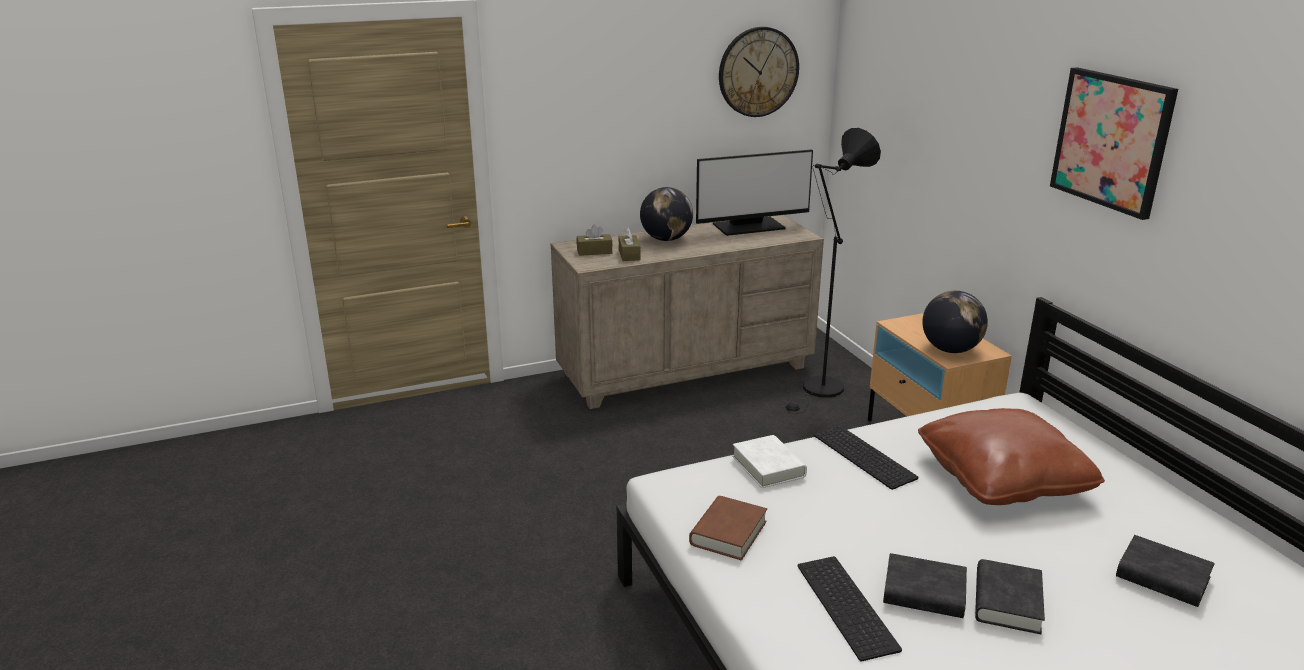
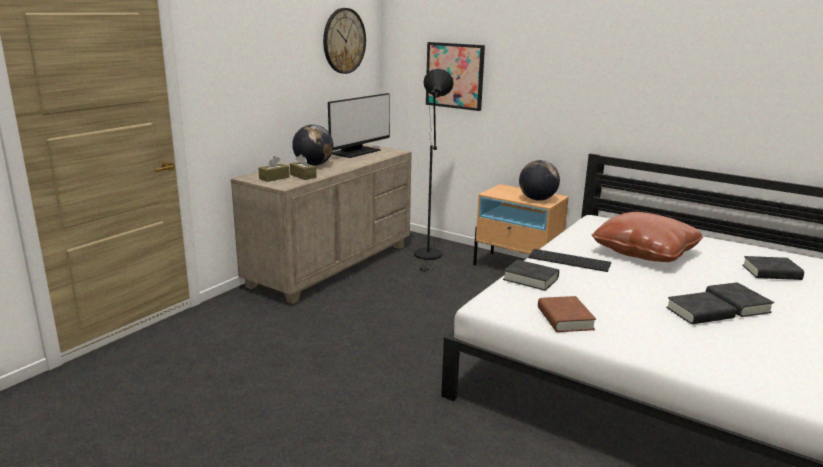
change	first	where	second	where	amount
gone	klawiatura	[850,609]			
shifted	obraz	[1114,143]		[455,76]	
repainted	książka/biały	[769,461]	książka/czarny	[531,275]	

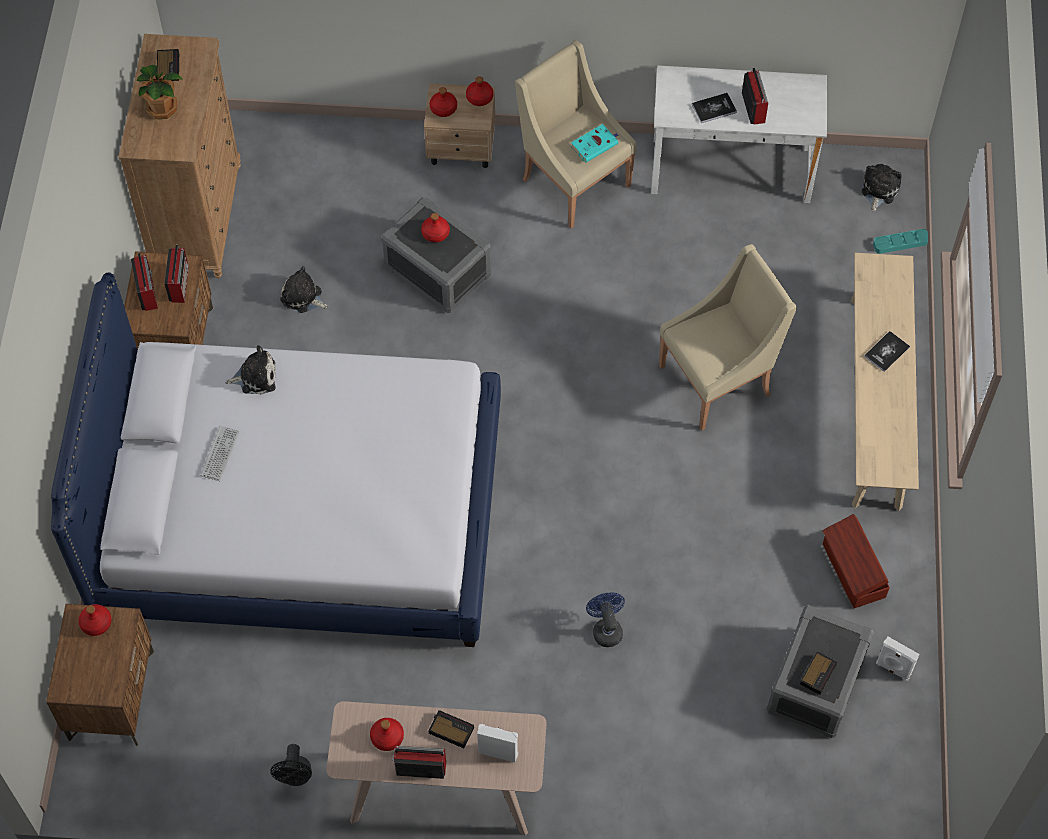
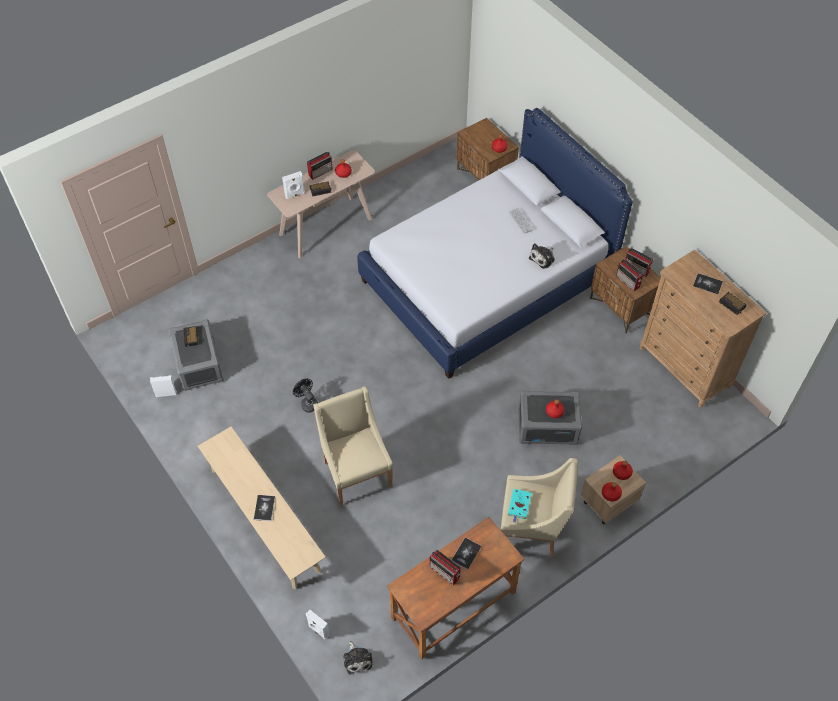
change	first	where	second	where	amount
gone	pluszak	[304,289]			
gone	wentylator/niebieski	[605,620]			
gone	pojemnik do przechowywania/brązowy	[856,561]			
shifted	wentylator/czarny	[291,765]		[305,395]	
swapped	roślina doniczkowa	[159,92]	książka	[708,283]	
swapped	taca/turkusowy	[900,241]	głośnik/biały	[318,625]	
repainted	biurko/biały	[739,134]	biurko/brązowy	[456,588]	
rotated	fotel/beżowy	[728,337]		[353,446]	135 degrees clockwise

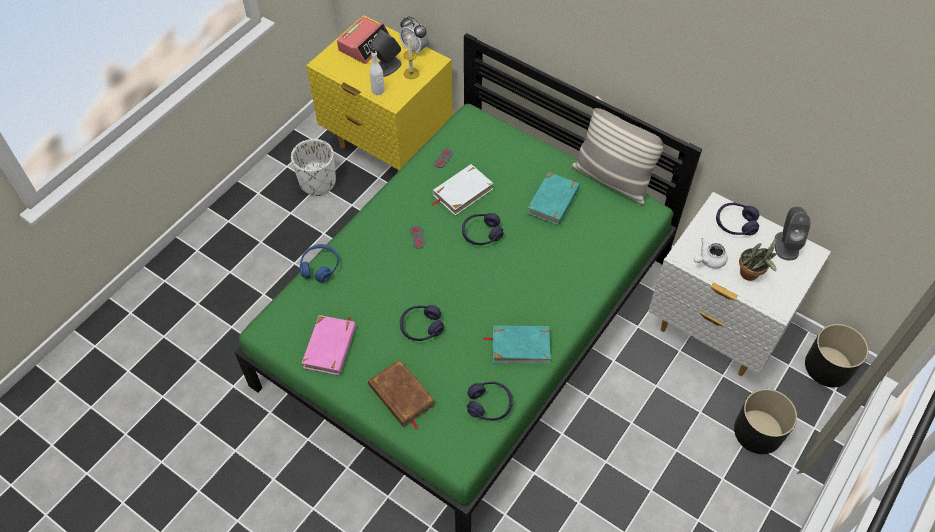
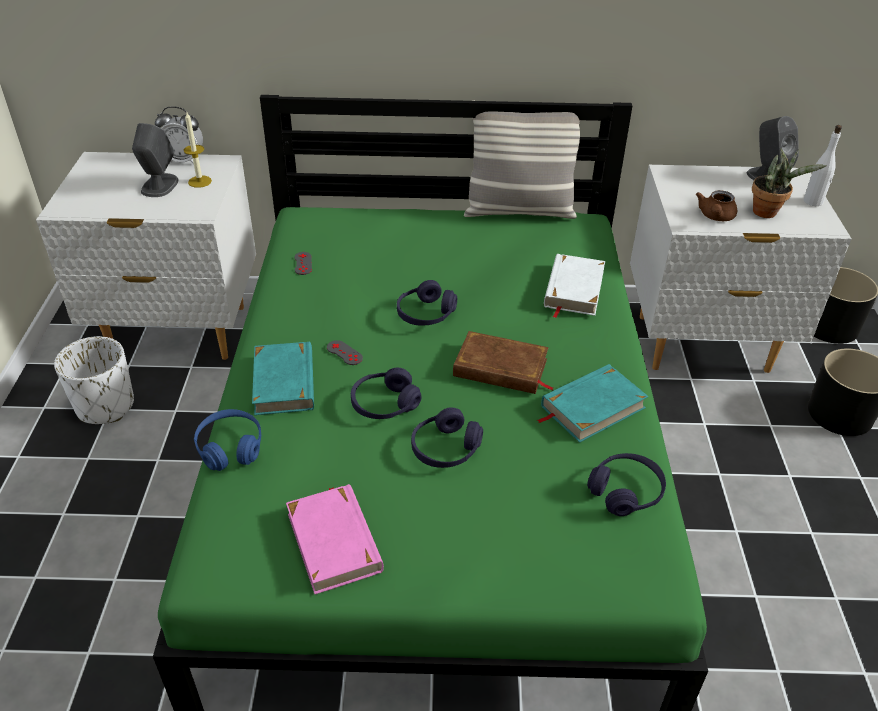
change	first	where	second	where	amount
gone	budzik	[363,40]			
shifted	książka/brązowy	[401,394]		[503,362]	
shifted	butelka/biały	[377,71]		[823,165]	
shifted	książka/biały	[462,189]		[574,286]	
shifted	książka/turkusowy	[553,198]		[283,378]	
shifted	słuchawki/fioletowy	[737,219]		[386,393]	
repainted	szafka nocna/żółty	[379,93]	szafka nocna/biały	[146,256]	
repainted	imbryk/biały	[711,253]	imbryk/brązowy	[716,205]	

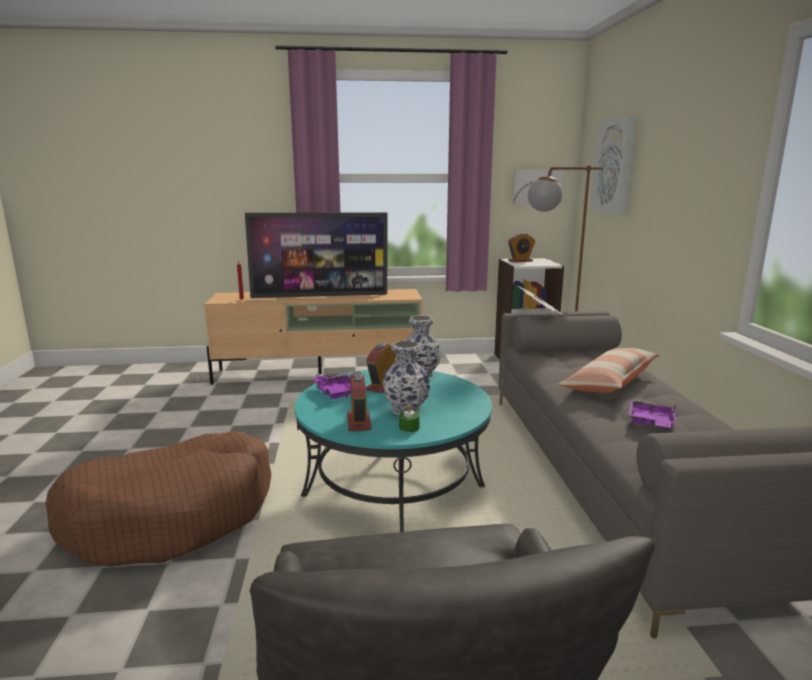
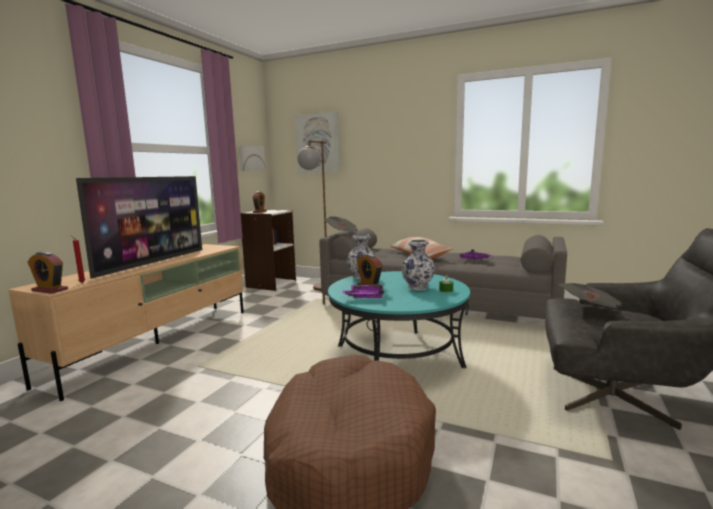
change	first	where	second	where	amount
new			gazeta	[590,295]	
shifted	budzik	[359,401]		[48,272]	

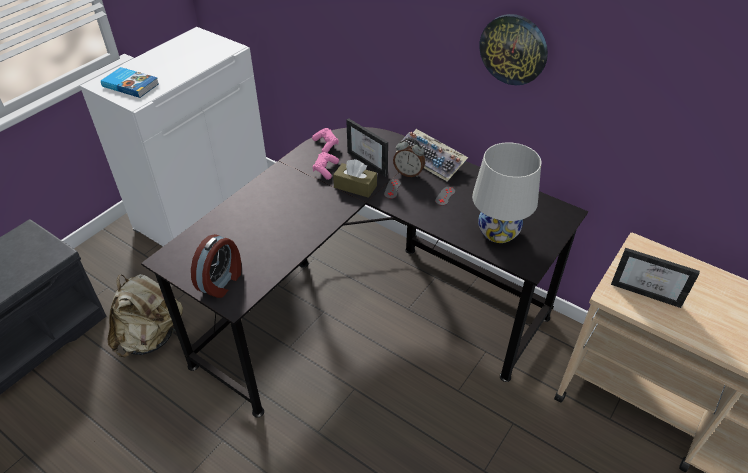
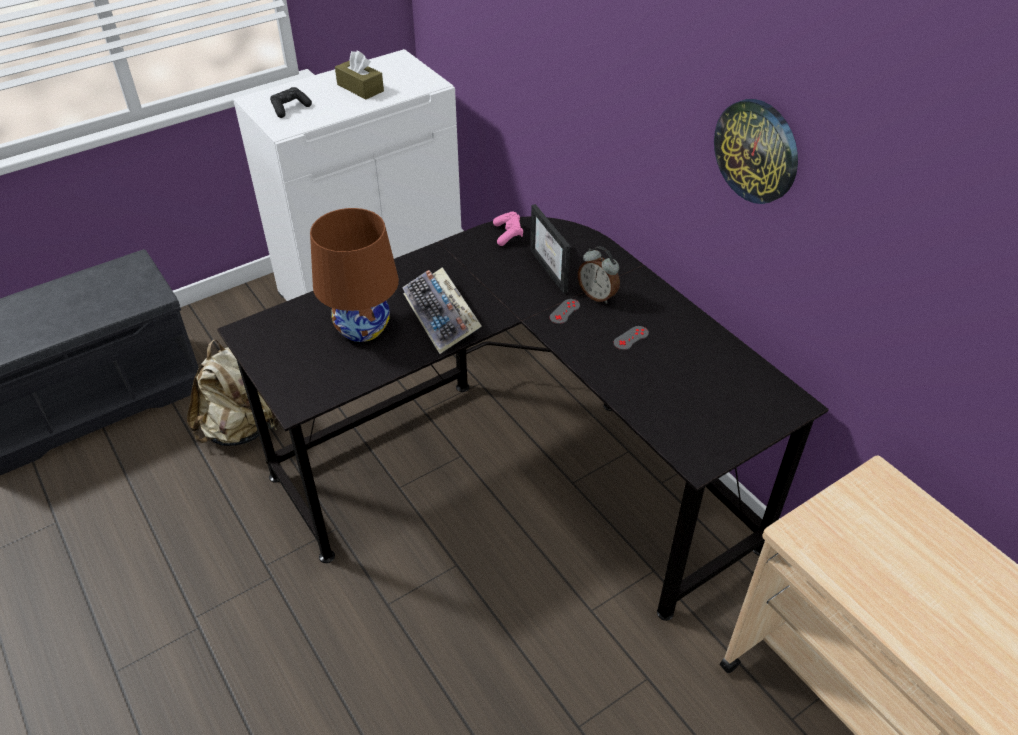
change	first	where	second	where	amount
gone	budzik	[216,266]			
gone	pad do gier/różowy	[325,166]			
gone	lampa stołowa/biały	[506,192]			
gone	ramka na zdjęcie	[655,278]			
new			lampa stołowa/brązowy	[354,275]	
shifted	pudełko chusteczek/brązowy	[355,178]		[359,75]	
shifted	klawiatura	[431,155]		[442,310]	
swapped	książka	[130,82]	pad do gier/czarny	[291,102]	

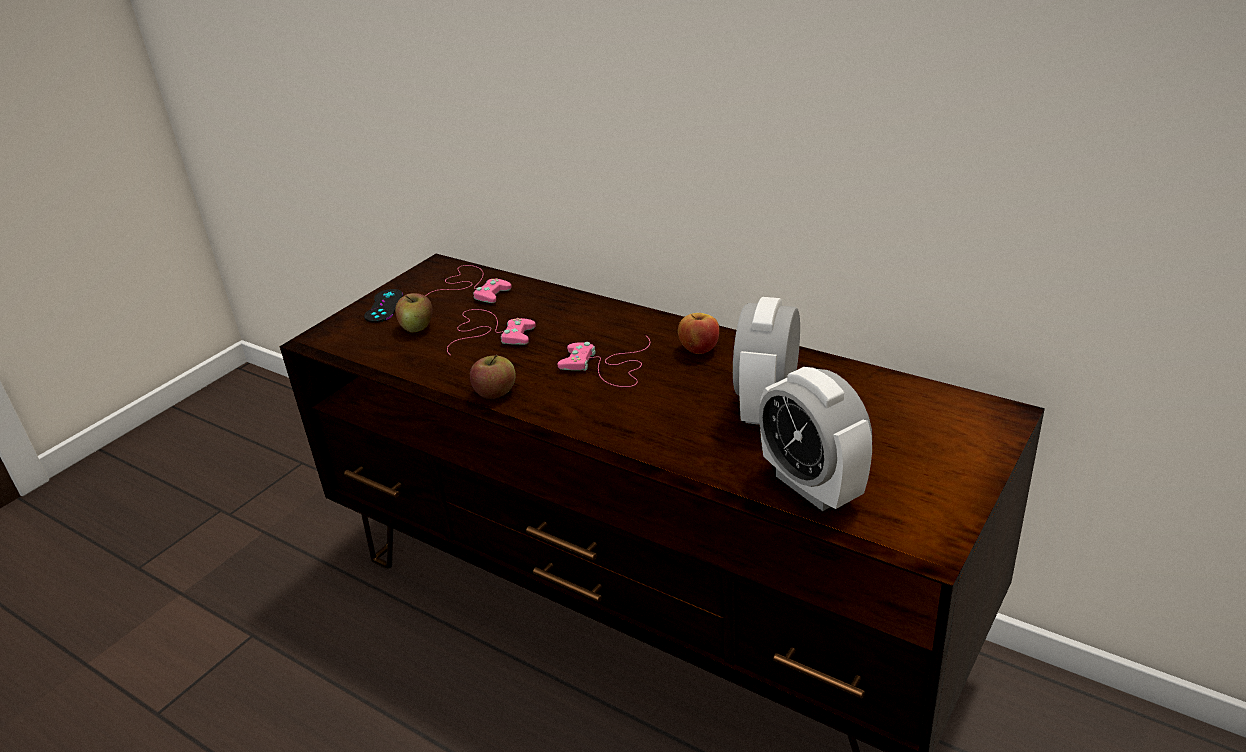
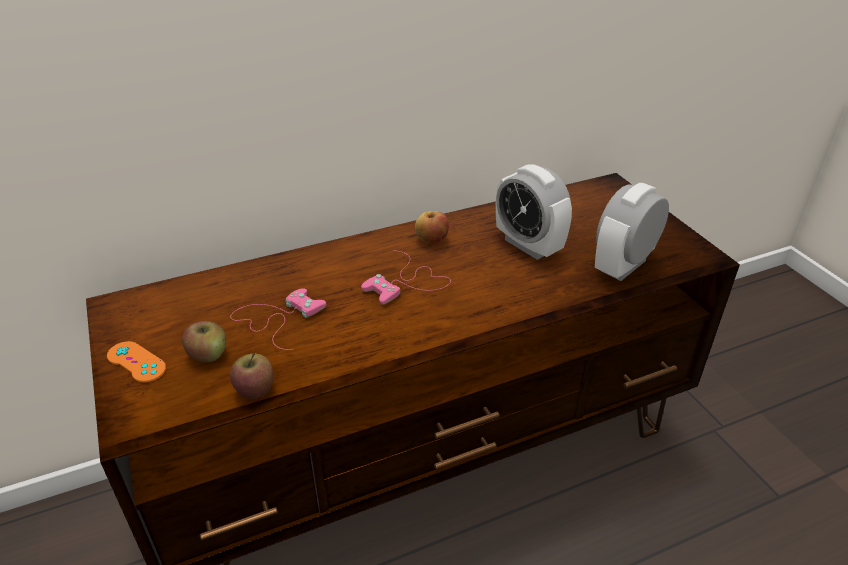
change	first	where	second	where	amount
gone	pad do gier/różowy	[469,284]			
shifted	jabłko	[493,377]		[251,376]	
repainted	pad do gier/czarny	[383,306]	pad do gier/pomarańczowy	[136,361]	
rotated	budzik	[815,439]		[632,232]	135 degrees clockwise

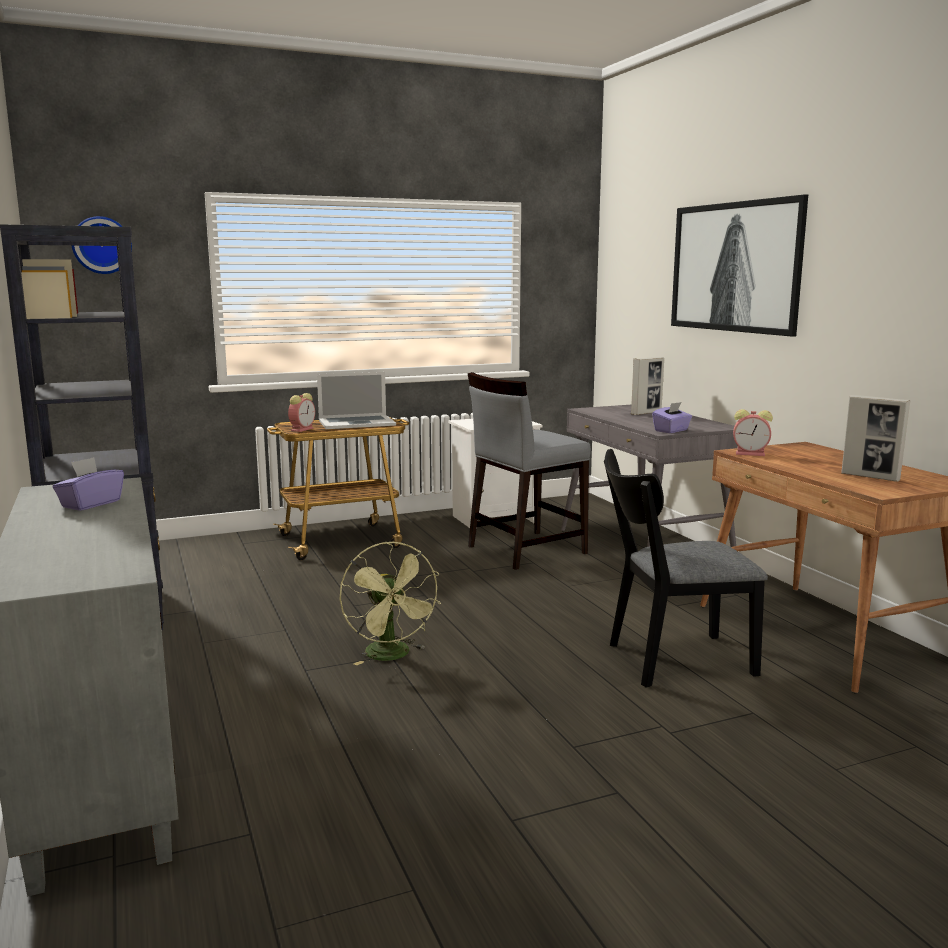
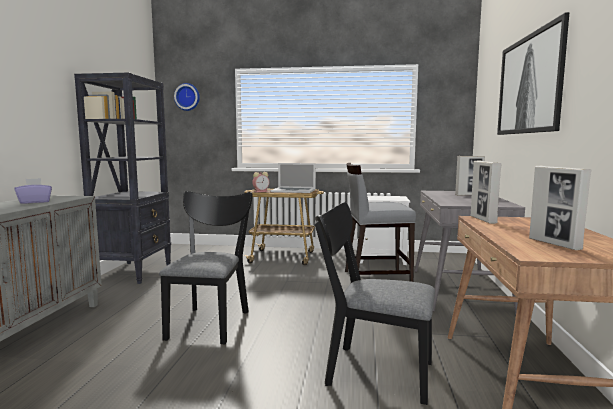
change	first	where	second	where	amount
gone	pudełko chusteczek/fioletowy	[672,417]			
swapped	wentylator/zielony	[390,603]	krzesło/czarny	[205,267]	
swapped	budzik	[753,432]	ramka na zdjęcie	[486,192]	

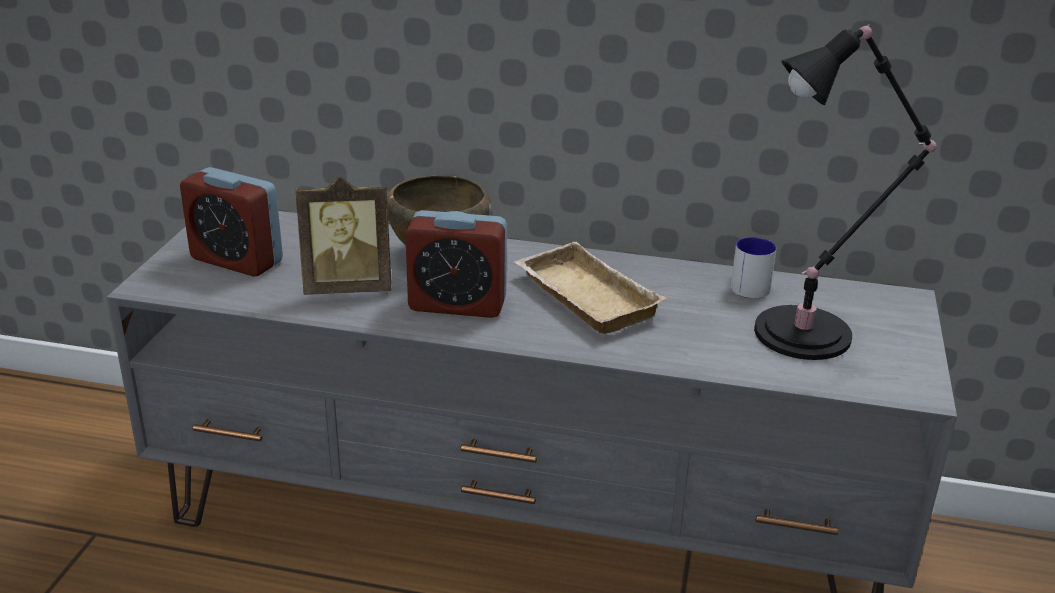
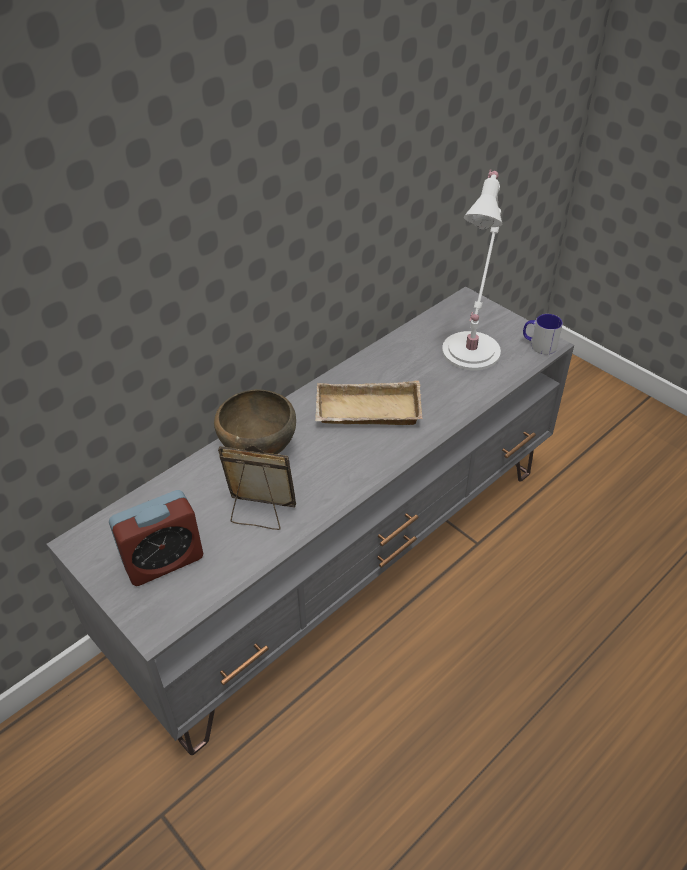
change	first	where	second	where	amount
gone	budzik	[456,264]			
shifted	kubek	[753,268]		[543,334]	
repainted	lampa stołowa/czarny	[845,192]	lampa stołowa/biały	[472,269]	
rotated	ramka na zdjęcie	[343,235]		[257,487]	105 degrees counterclockwise

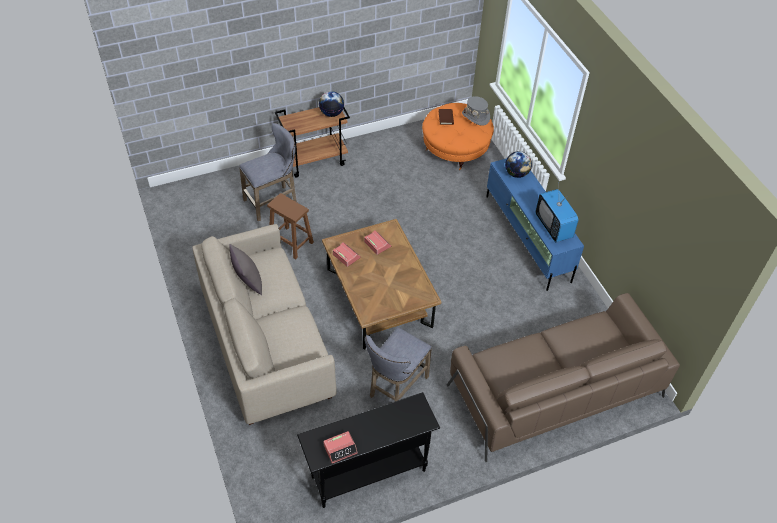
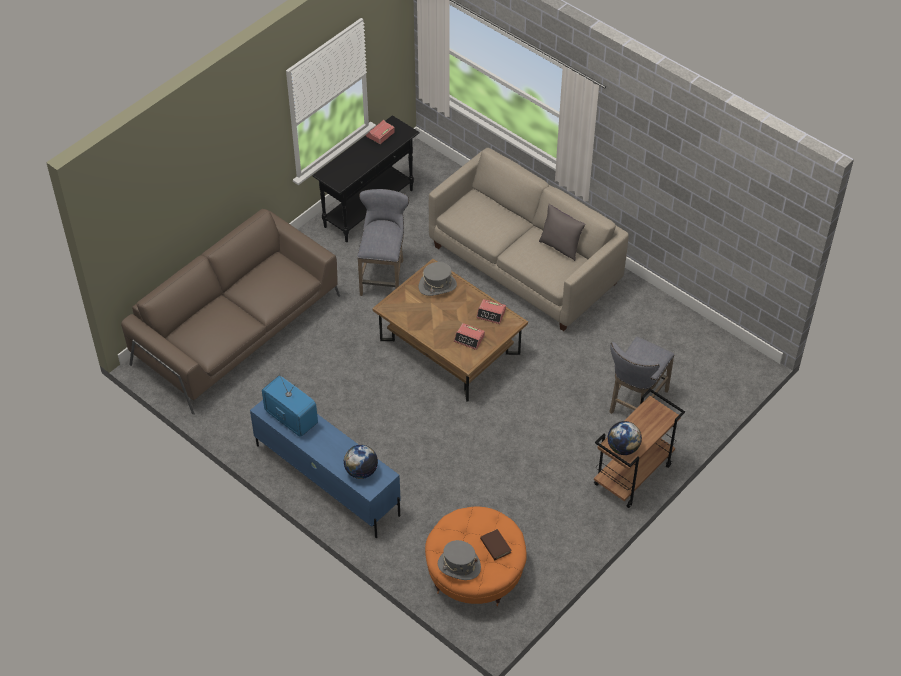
change	first	where	second	where	amount
gone	stołek/brązowy	[290,226]			
new			kapelusz/szary	[438,279]	

